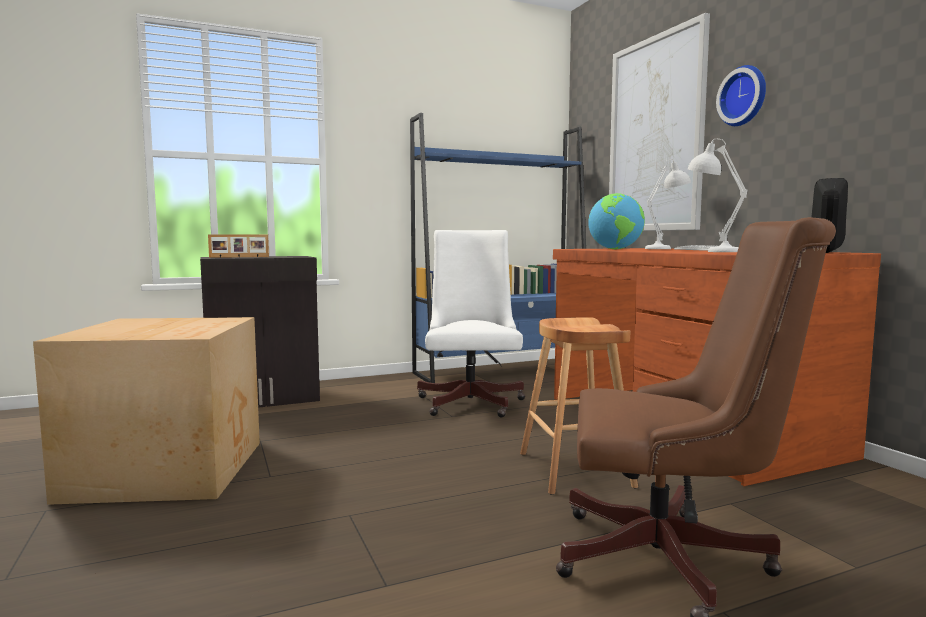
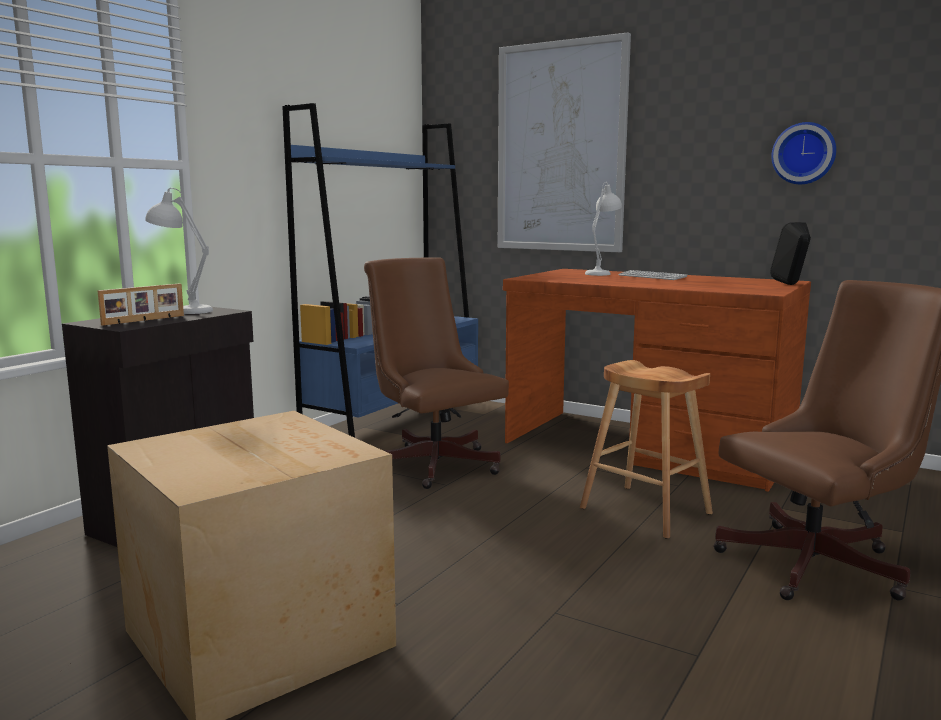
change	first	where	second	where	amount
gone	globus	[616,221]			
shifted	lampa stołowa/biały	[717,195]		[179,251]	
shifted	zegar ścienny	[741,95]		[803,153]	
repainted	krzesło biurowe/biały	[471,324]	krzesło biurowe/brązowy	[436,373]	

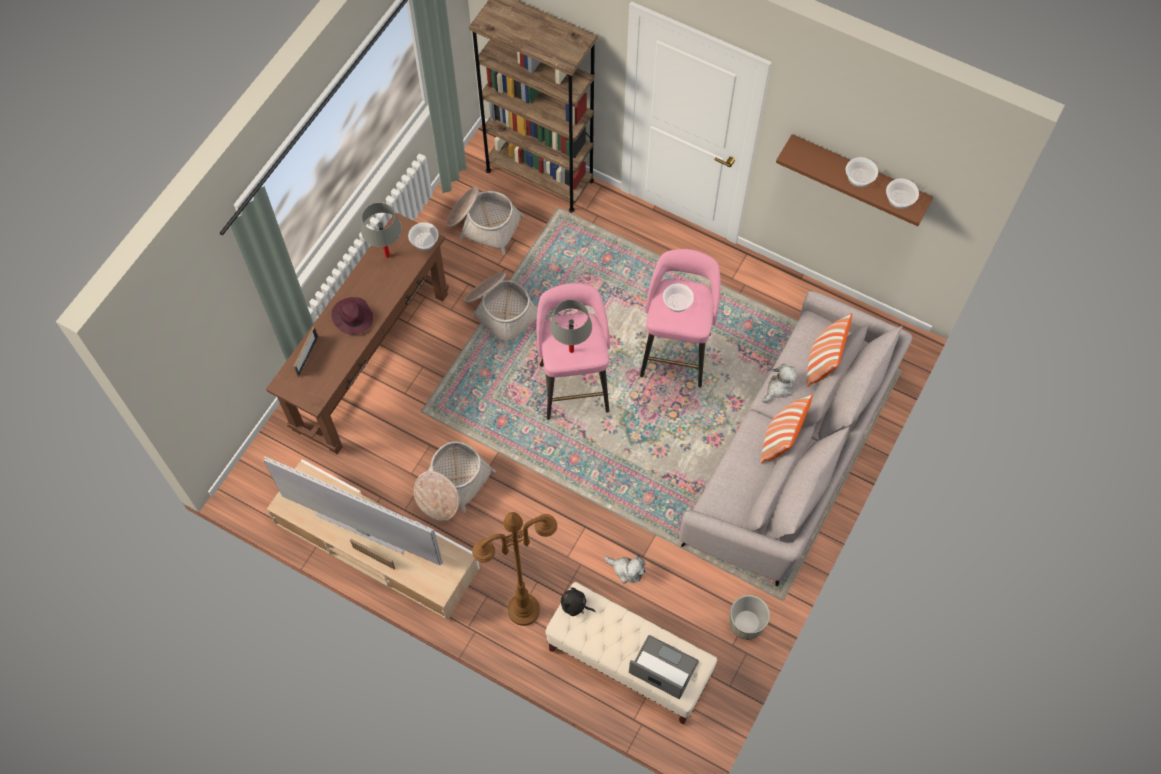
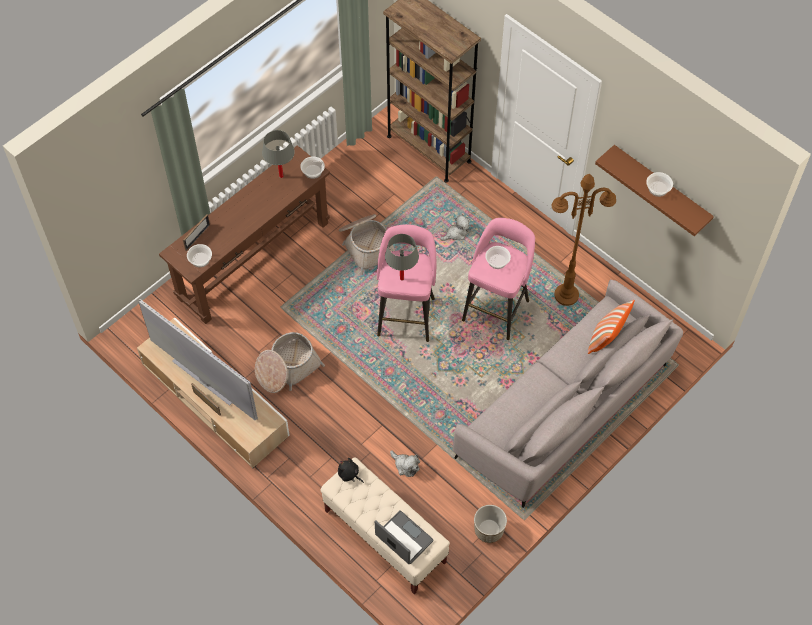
change	first	where	second	where	amount
gone	kapelusz/fioletowy	[352,316]			
gone	koszyk	[485,221]			
gone	poduszka	[787,429]			
shifted	lampa stojąca/brązowy	[514,569]		[583,240]	
shifted	pluszak	[779,383]		[455,228]	
shifted	miska	[902,194]		[199,255]	

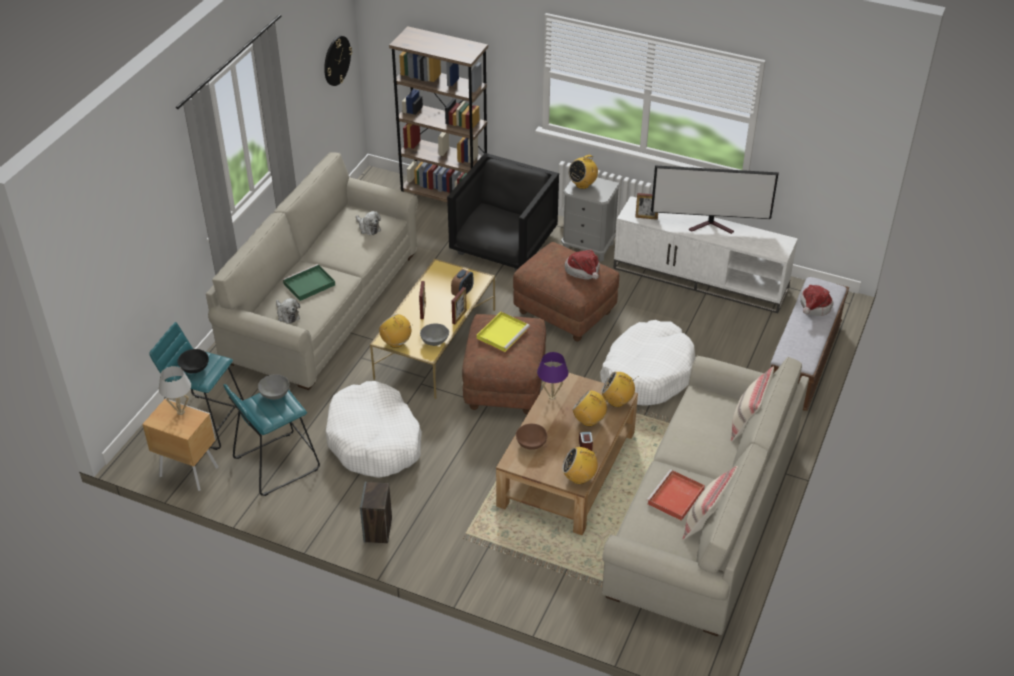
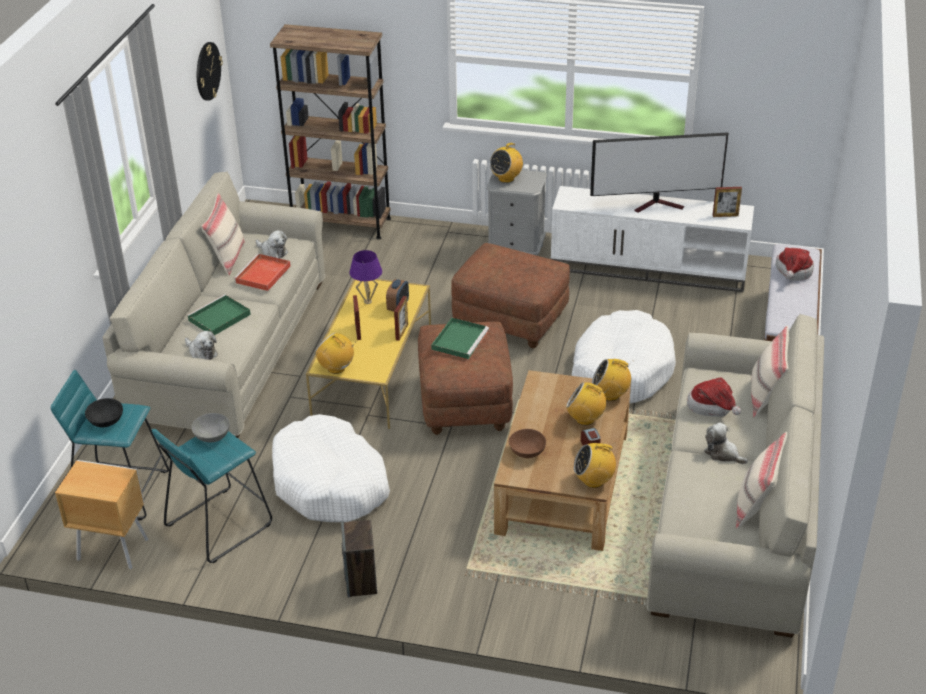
change	first	where	second	where	amount
gone	lampa stołowa/biały	[175,390]			
gone	miska/szary	[434,334]			
gone	fotel/czarny	[503,212]			
new			poduszka/beżowy	[223,234]	
new			pluszak	[726,443]	
shifted	lampa stołowa/fioletowy	[552,376]		[365,277]	
shifted	kapelusz	[582,264]		[714,397]	
shifted	ramka na zdjęcie	[646,206]		[727,202]	
shifted	taca/czerwony	[676,495]		[262,272]	
repainted	taca/żółty	[503,332]	taca/zielony	[460,339]	

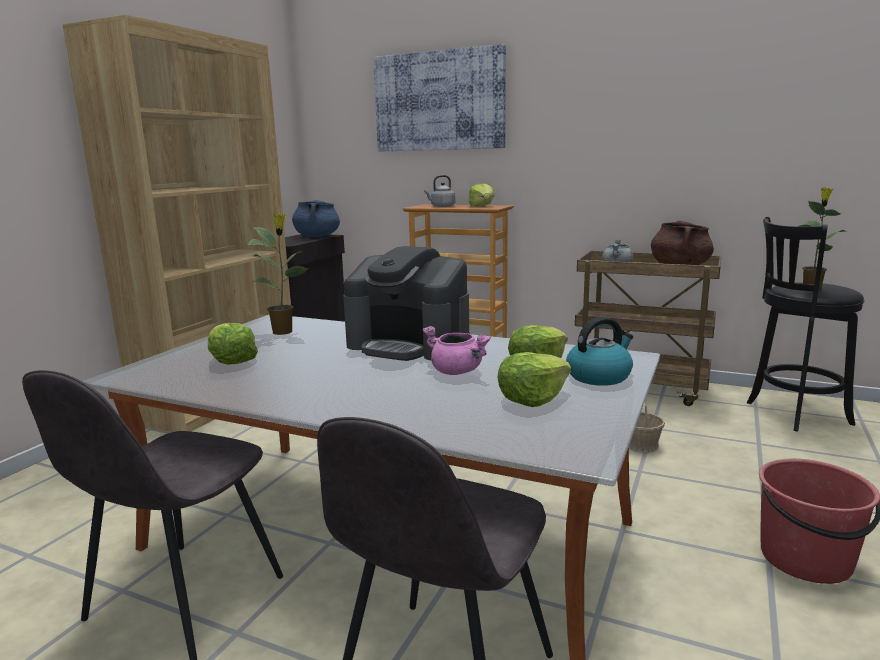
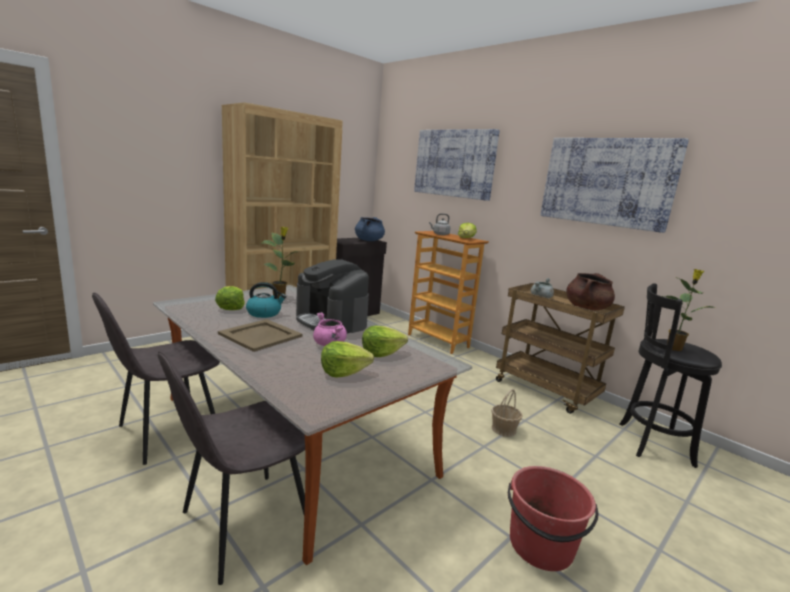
change	first	where	second	where	amount
new			taca/beżowy	[260,335]	
new			obraz	[614,185]	
shifted	czajnik	[599,351]		[266,300]	

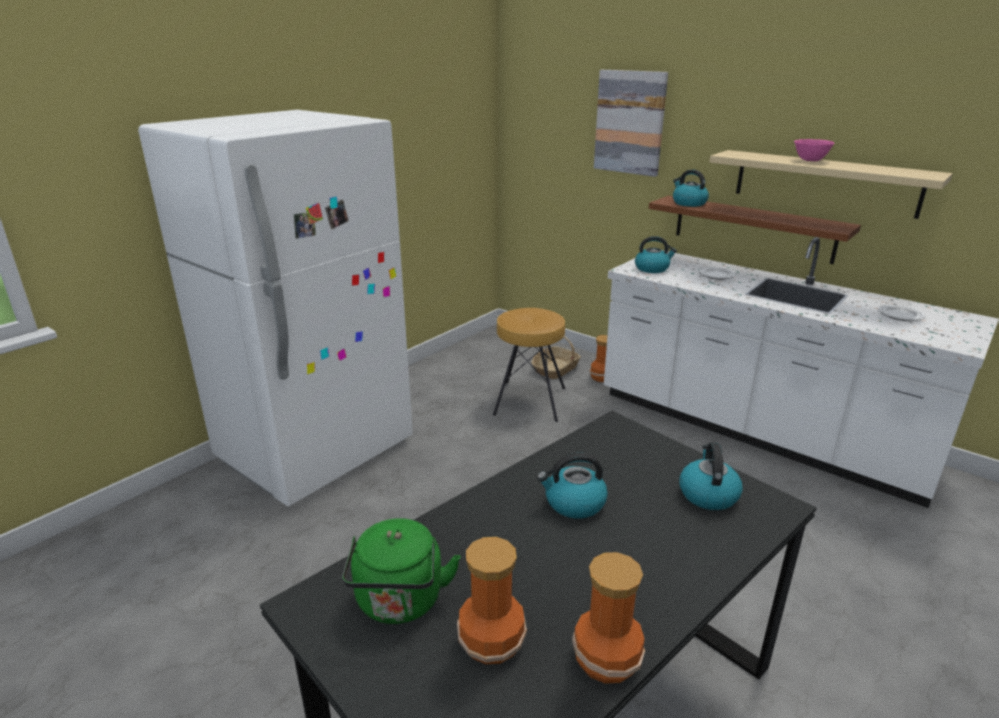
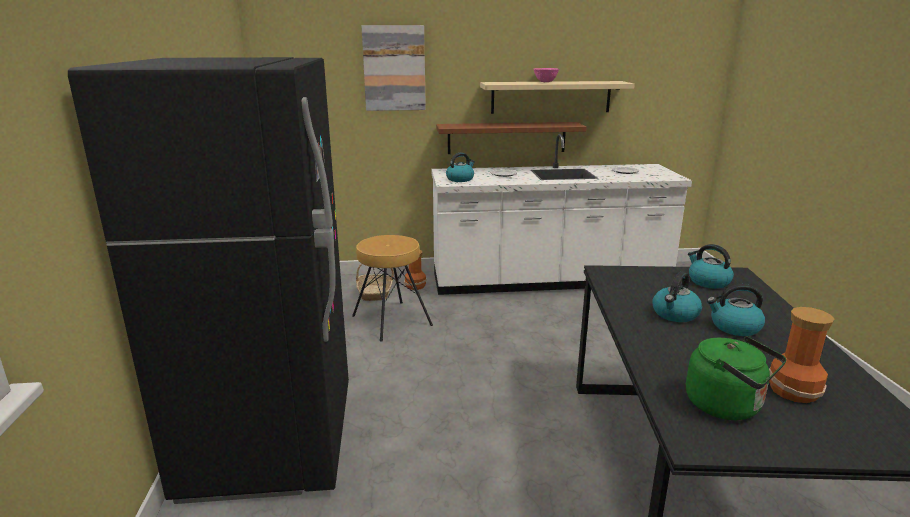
change	first	where	second	where	amount
gone	wazon	[608,618]			
shifted	czajnik	[691,188]		[736,310]	
repainted	lodówka/biały	[275,308]	lodówka/czarny	[208,280]	

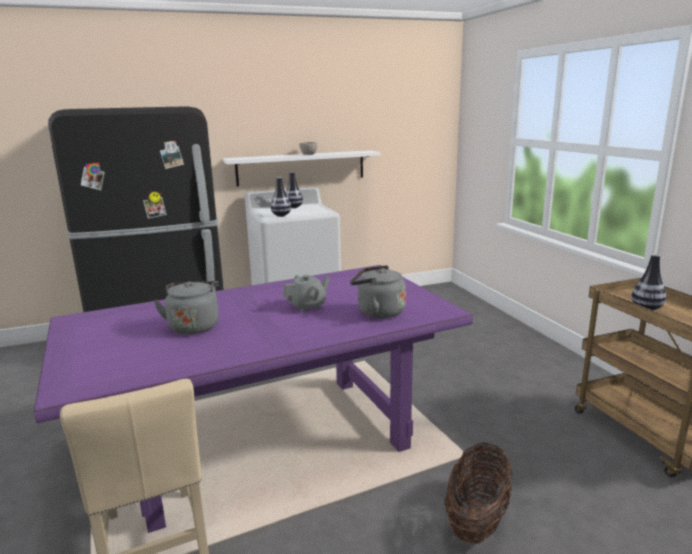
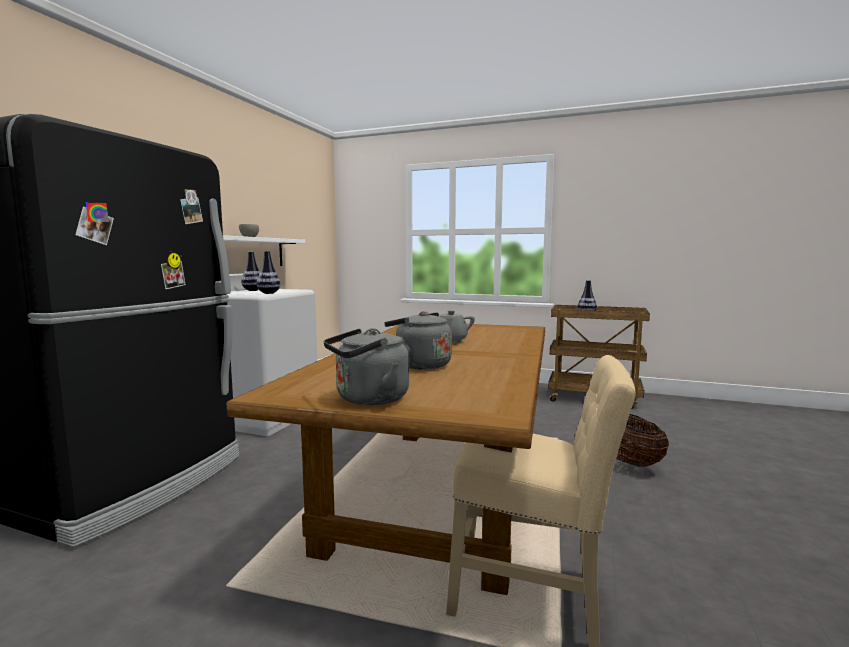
change	first	where	second	where	amount
shifted	czajnik/szary	[378,291]		[366,366]	
repainted	stół jadalny/fioletowy	[253,399]	stół jadalny/brązowy	[385,459]	

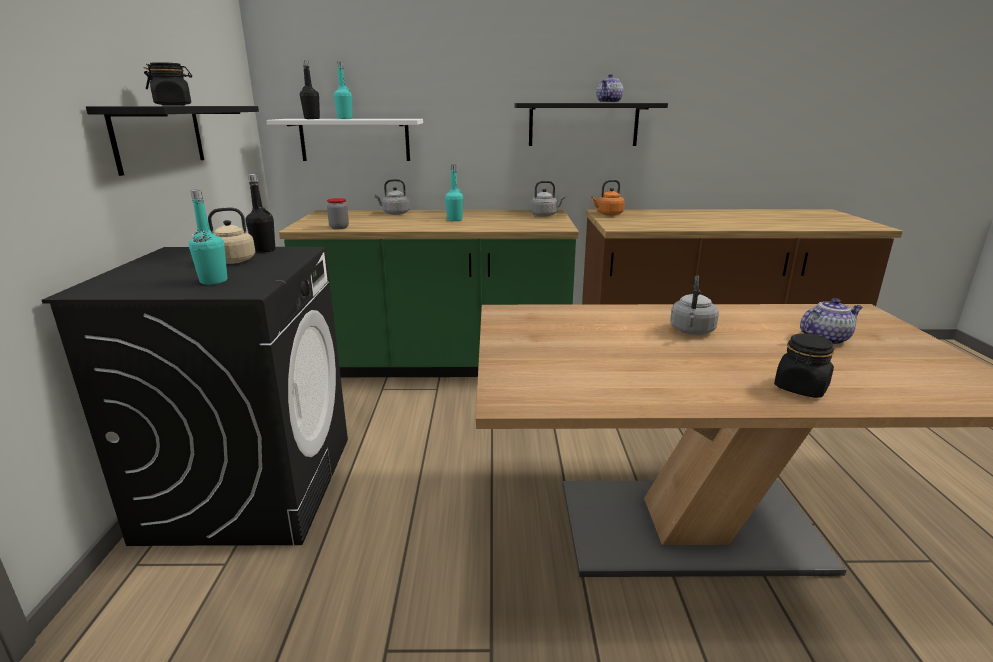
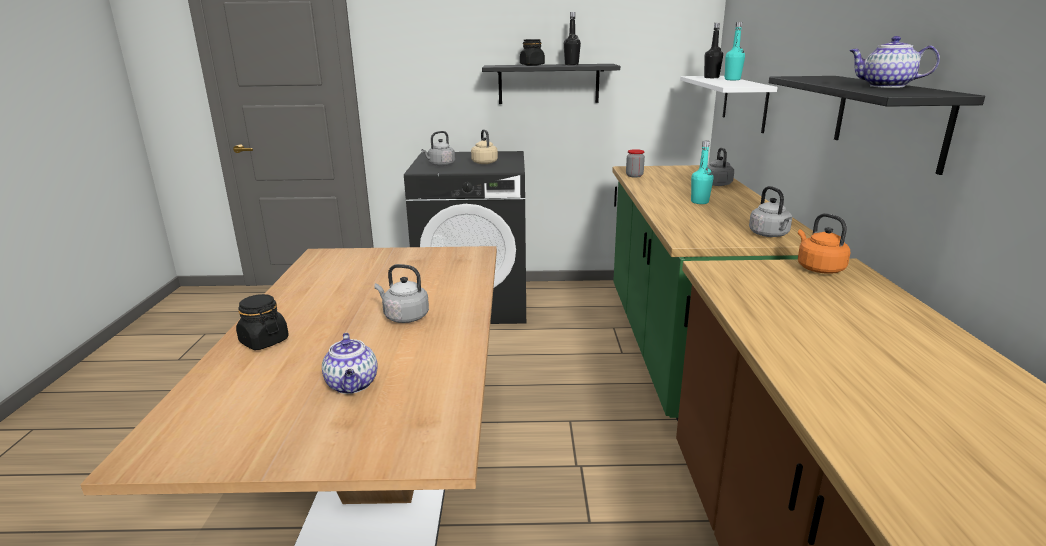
change	first	where	second	where	amount
shifted	butelka/czarny	[260,213]		[572,38]	
swapped	butelka/turkusowy	[208,237]	czajnik/szary	[438,148]	

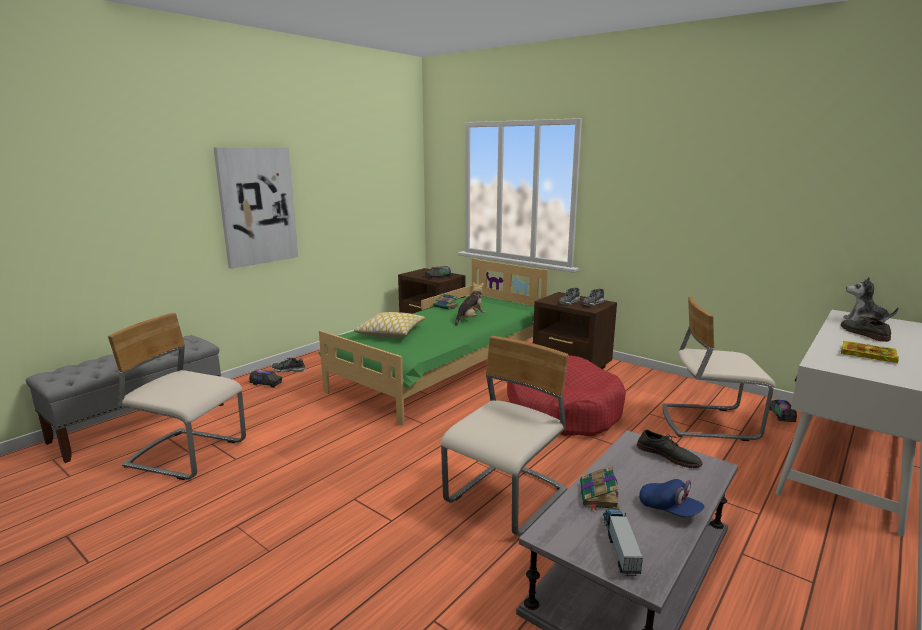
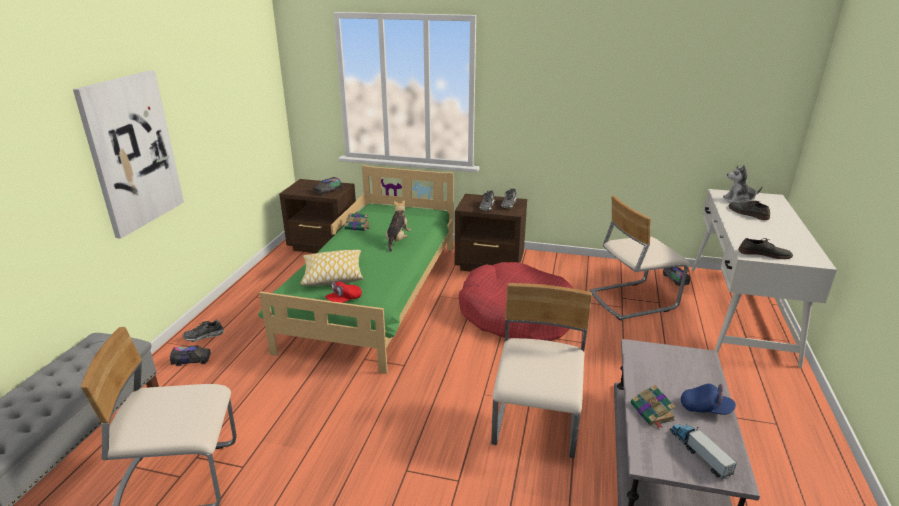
change	first	where	second	where	amount
gone	książka	[870,352]			
new			czapka z daszkiem/czerwony	[343,292]	
shifted	but/szary	[669,448]		[765,248]	

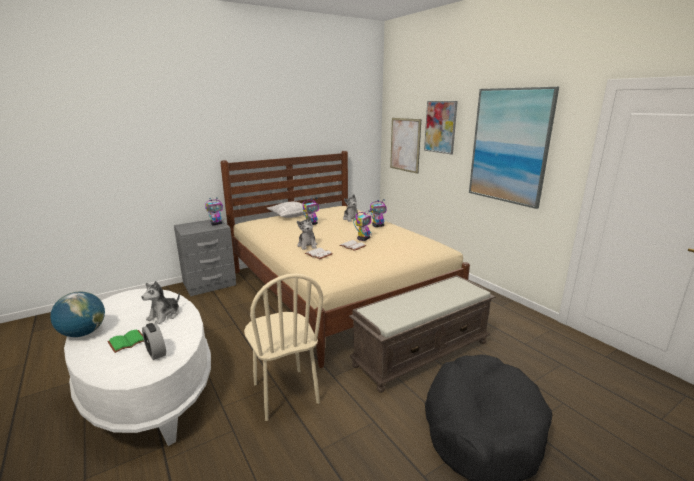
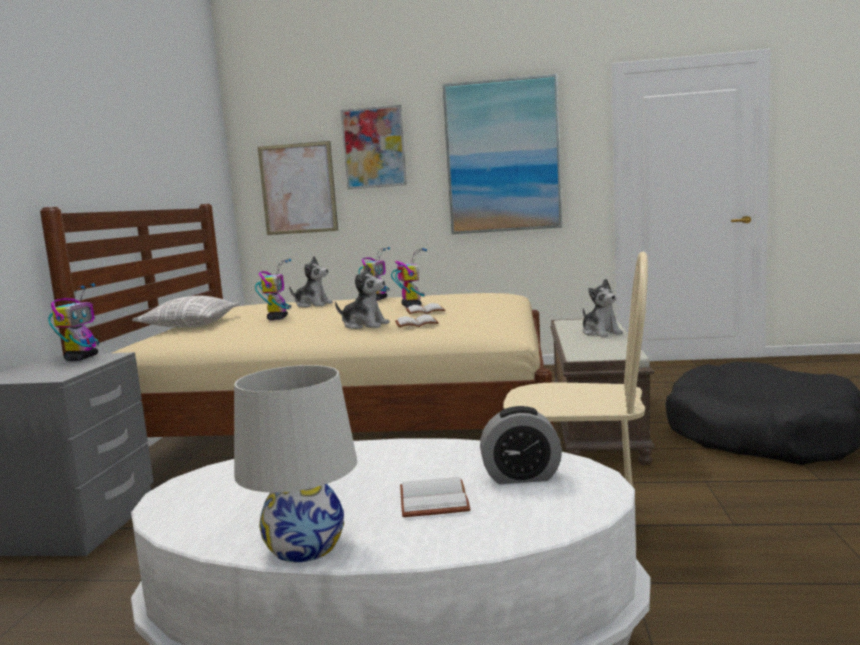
change	first	where	second	where	amount
shifted	pluszak	[160,302]		[603,308]	
swapped	globus	[77,314]	lampa stołowa/biały	[295,463]	
repainted	książka/zielony	[125,341]	książka/biały	[435,497]	

